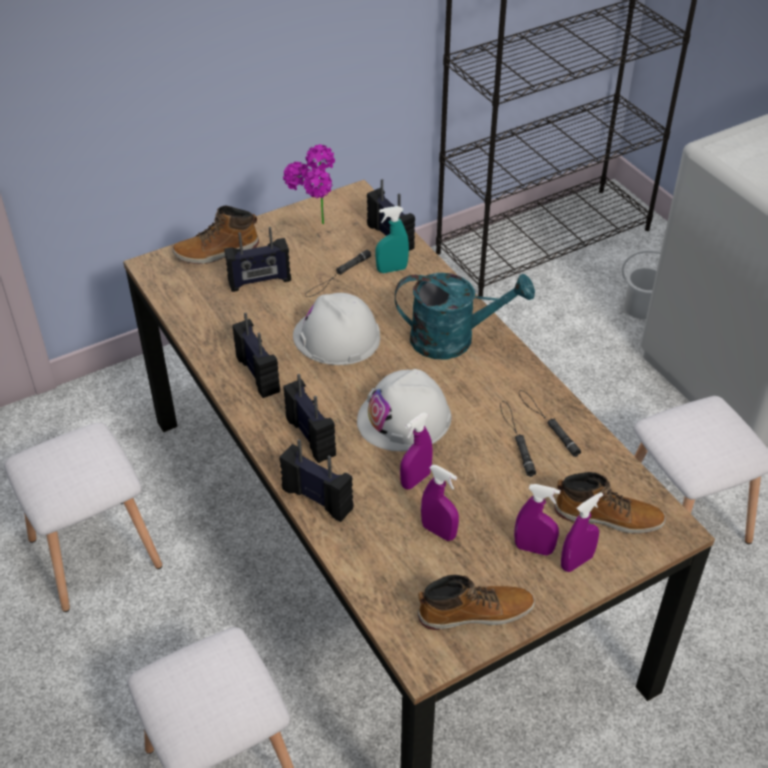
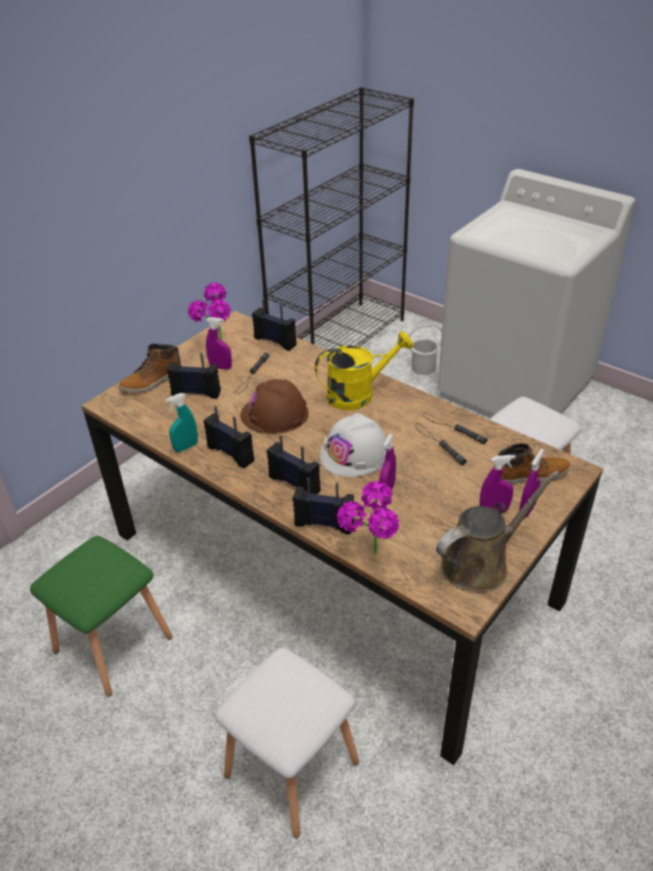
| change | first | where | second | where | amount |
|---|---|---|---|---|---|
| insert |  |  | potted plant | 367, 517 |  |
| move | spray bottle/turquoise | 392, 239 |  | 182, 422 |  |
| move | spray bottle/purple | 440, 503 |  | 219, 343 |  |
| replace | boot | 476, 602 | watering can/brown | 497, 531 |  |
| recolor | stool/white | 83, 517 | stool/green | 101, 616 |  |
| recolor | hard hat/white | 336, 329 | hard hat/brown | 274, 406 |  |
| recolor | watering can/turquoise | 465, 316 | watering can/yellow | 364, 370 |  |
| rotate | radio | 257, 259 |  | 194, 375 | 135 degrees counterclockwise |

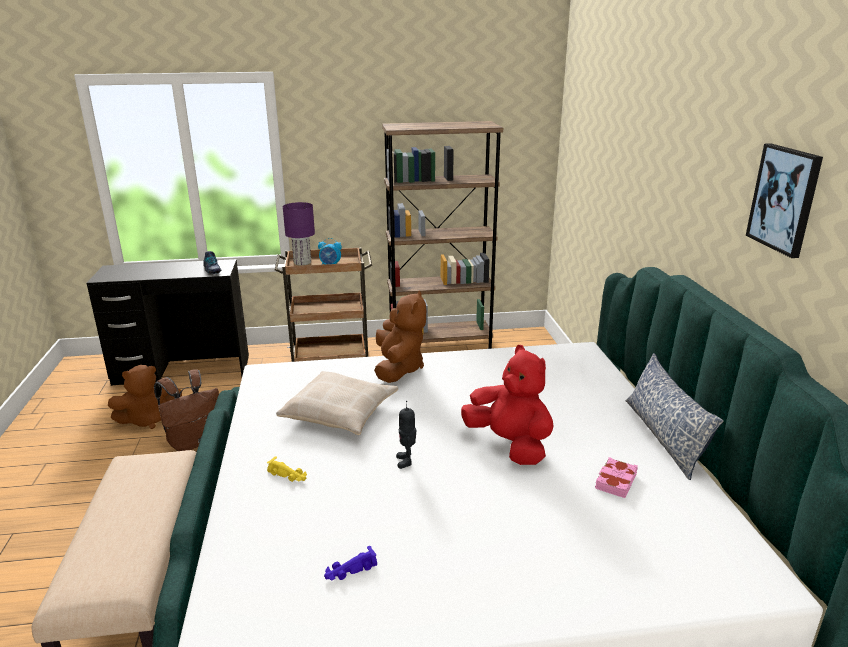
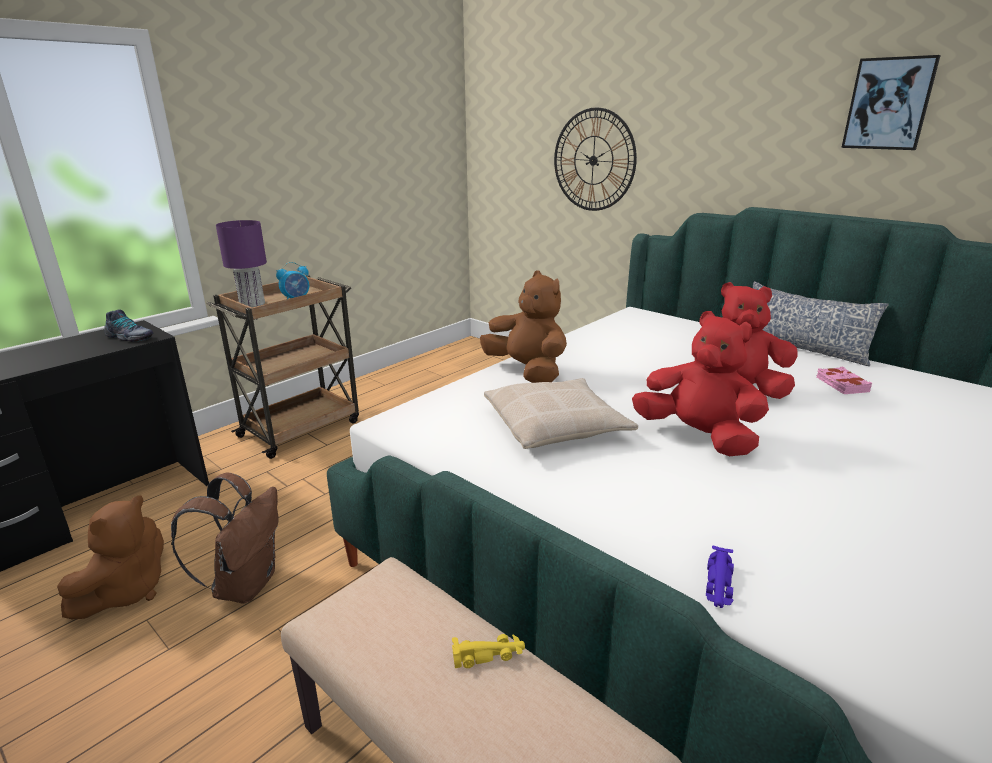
| change | first | where | second | where | amount |
|---|---|---|---|---|---|
| delete | bookcase/brown | 442, 235 |  |  |  |
| insert |  |  | wall clock | 595, 159 |  |
| move | toy car/yellow | 287, 469 |  | 488, 651 |  |
| move | toy car/purple | 350, 563 |  | 720, 577 |  |
| replace | toy robot | 406, 435 | plush toy/red | 700, 383 |  |

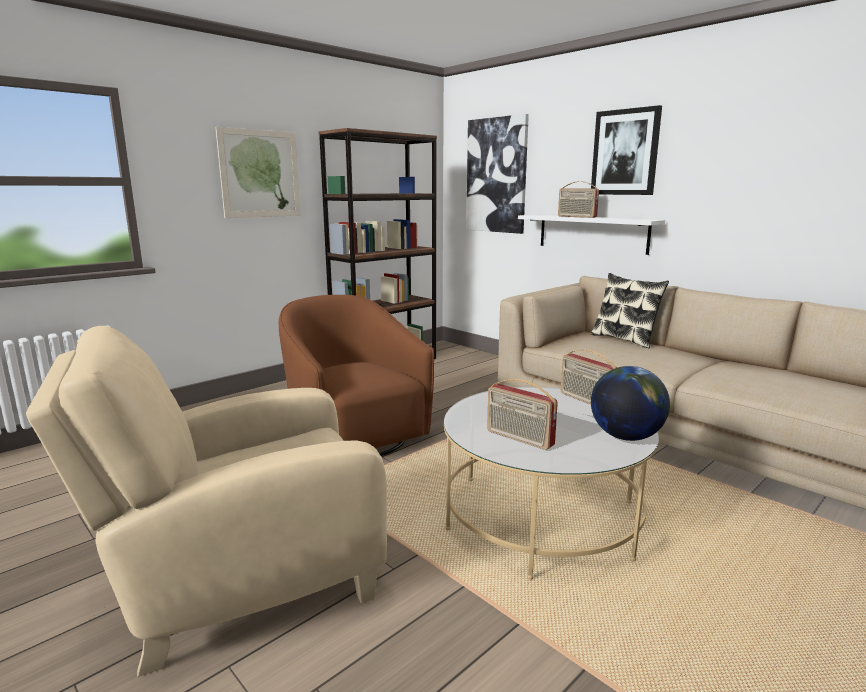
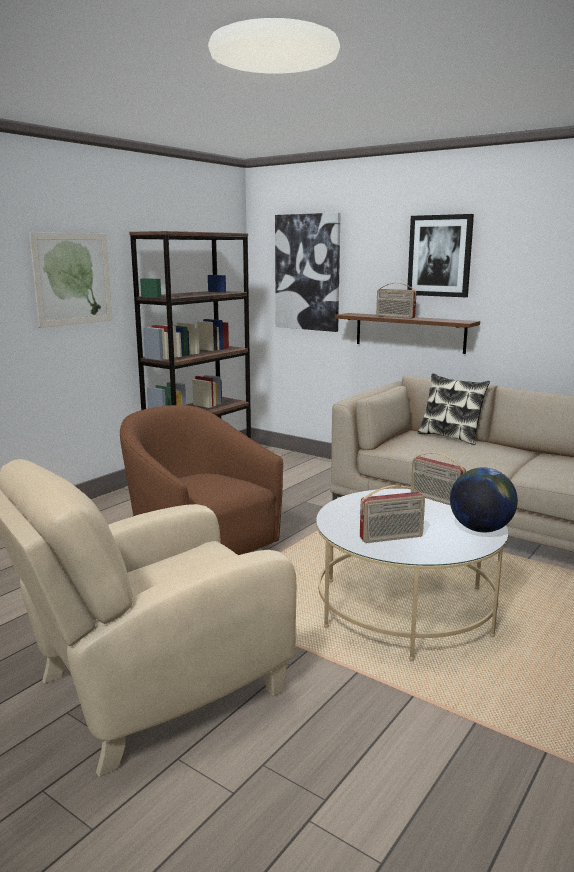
| change | first | where | second | where | amount |
|---|---|---|---|---|---|
| recolor | shelf/white | 591, 235 | shelf/brown | 407, 333 |  |
| rotate | radio | 522, 414 |  | 392, 514 | 45 degrees counterclockwise |

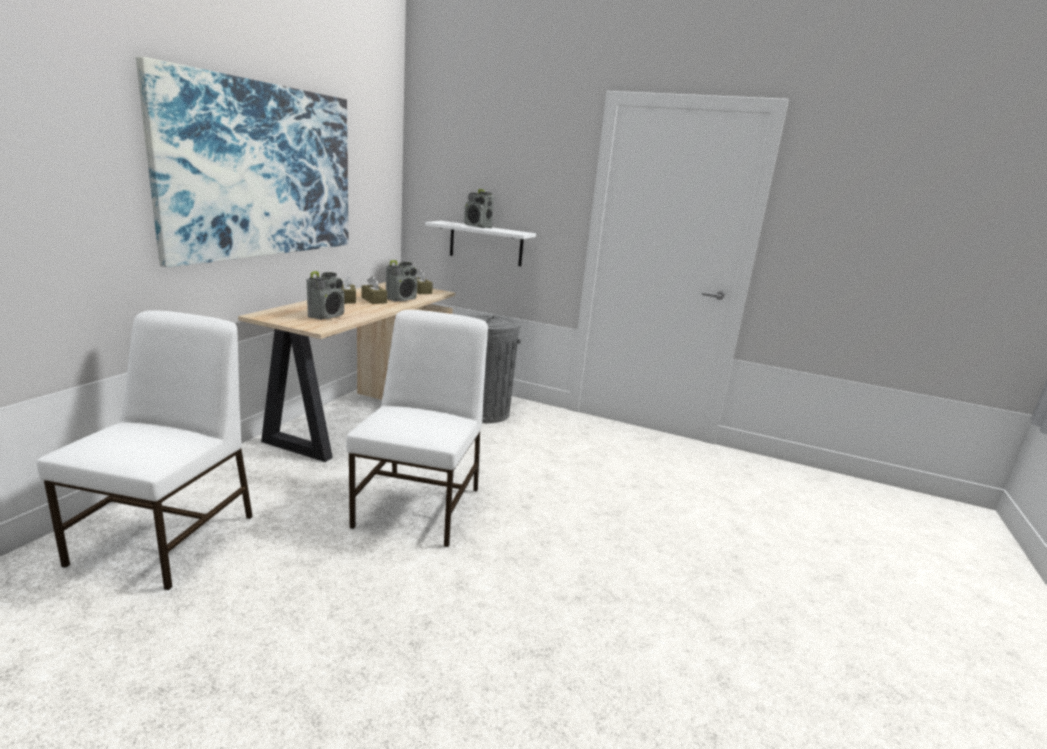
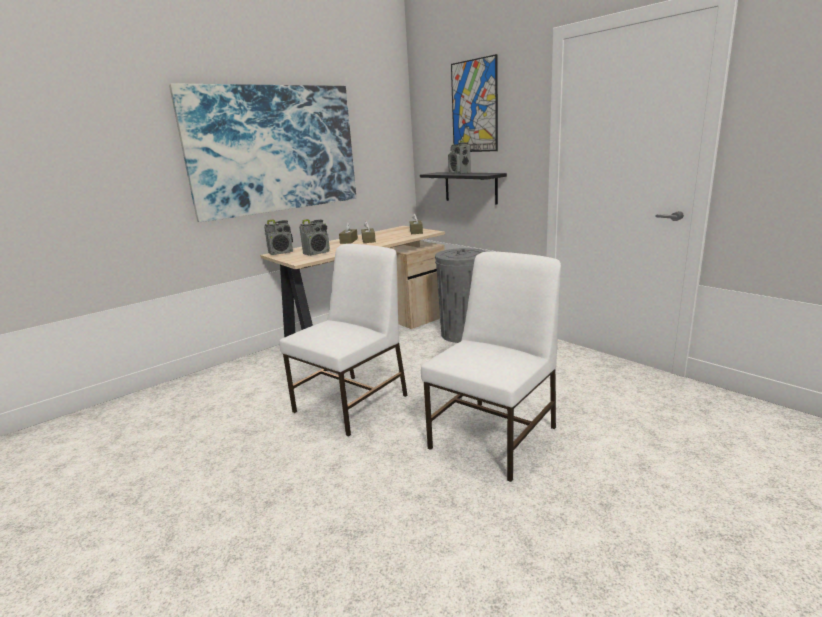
| change | first | where | second | where | amount |
|---|---|---|---|---|---|
| insert |  |  | picture | 474, 103 |  |
| move | chair/white | 145, 450 |  | 491, 367 |  |
| move | radio | 401, 281 |  | 278, 237 |  |
| recolor | shelf/white | 480, 243 | shelf/black | 463, 188 |  |

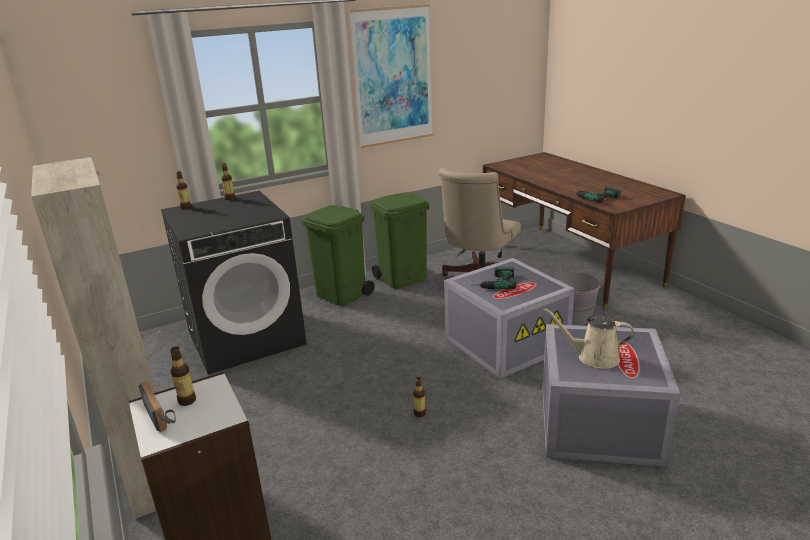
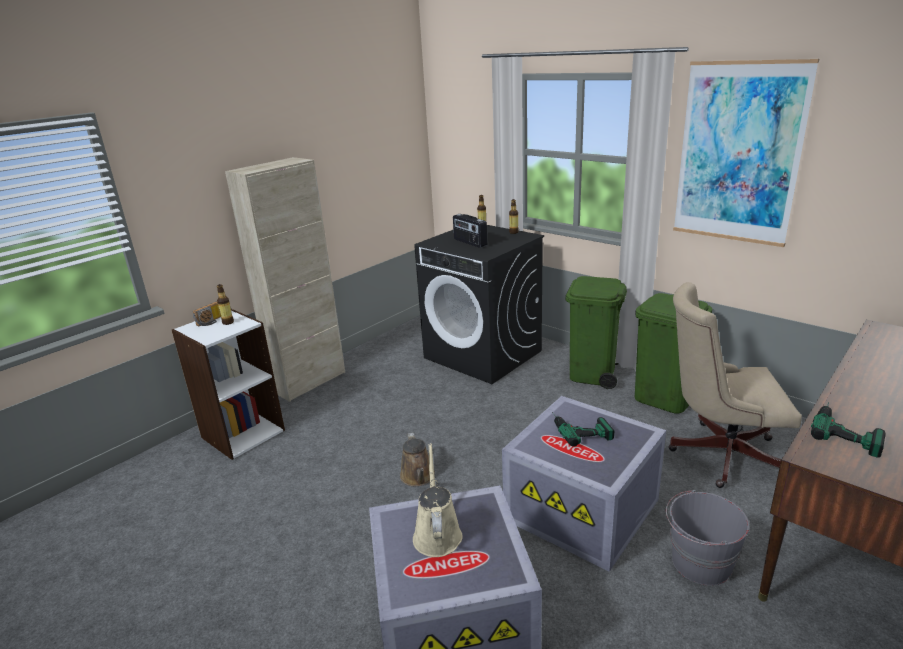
| change | first | where | second | where | amount |
|---|---|---|---|---|---|
| insert |  |  | radio | 470, 231 |  |
| replace | bottle | 419, 397 | watering can/brown | 417, 459 |  |

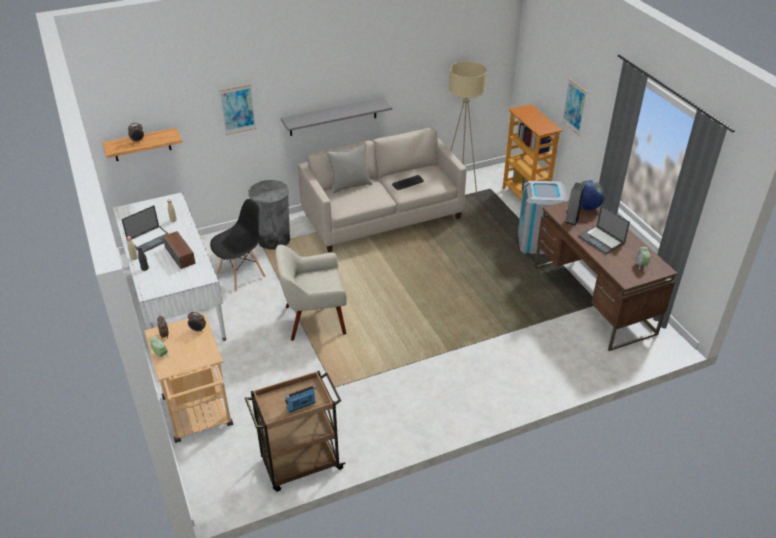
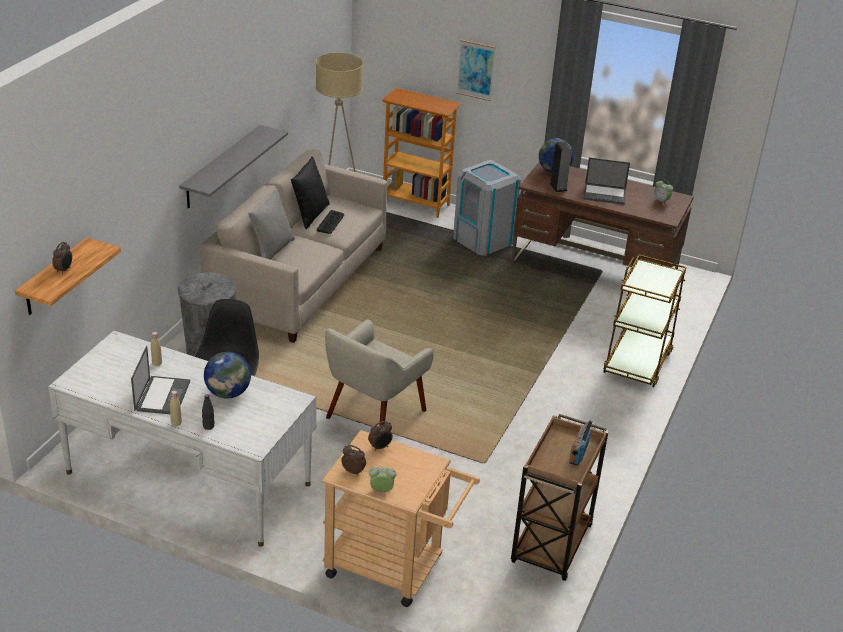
| change | first | where | second | where | amount |
|---|---|---|---|---|---|
| delete | picture | 238, 109 |  |  |  |
| insert |  |  | pillow/black | 310, 192 |  |
| insert |  |  | cart/brown | 644, 320 |  |
| replace | speaker | 179, 250 | globe | 227, 375 |  |

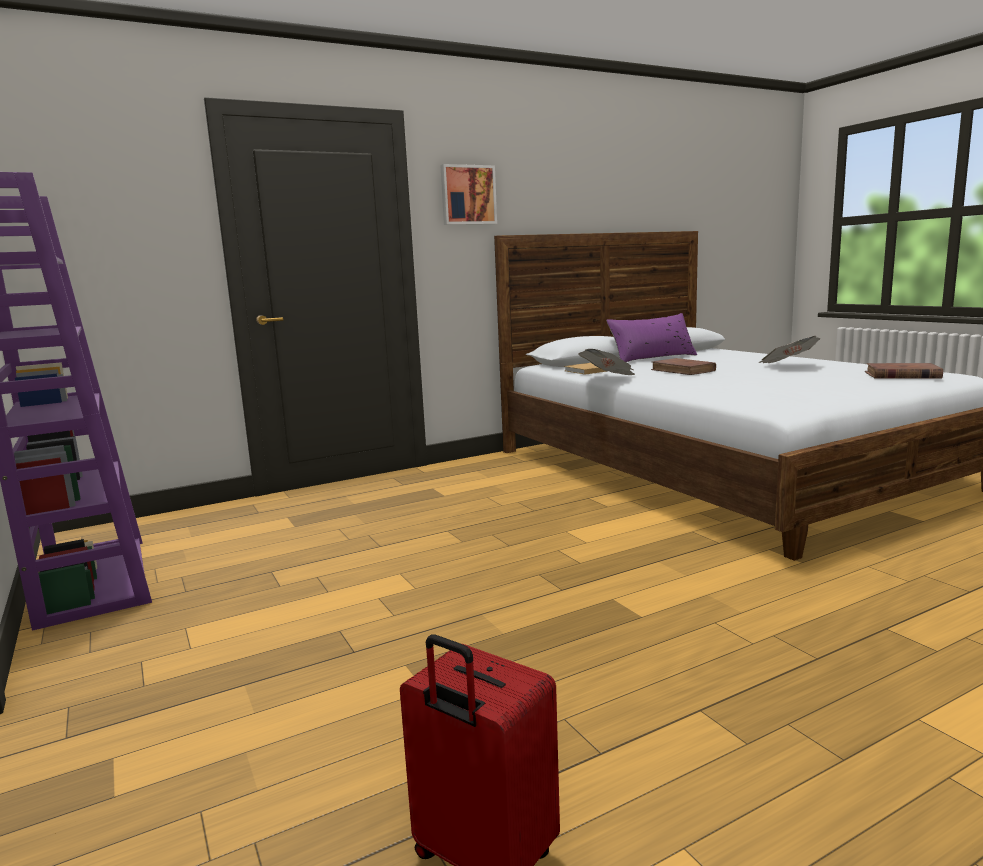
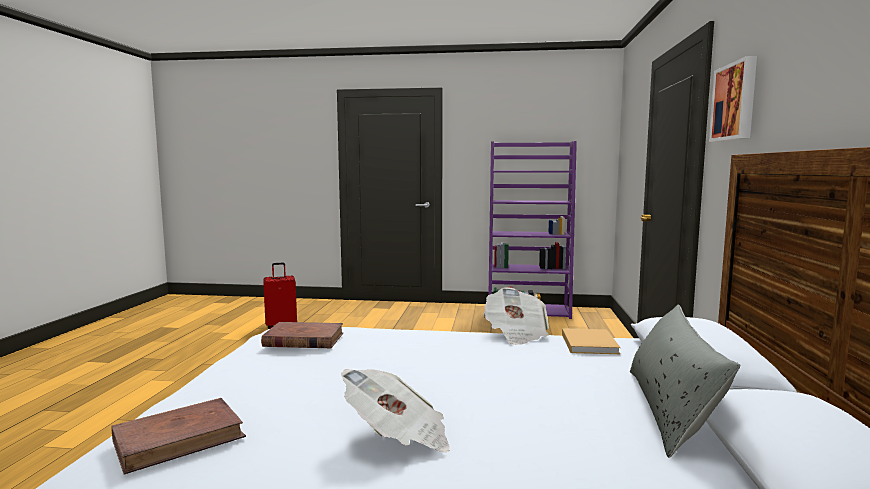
| change | first | where | second | where | amount |
|---|---|---|---|---|---|
| move | book/brown | 683, 366 |  | 302, 335 |  |
| recolor | pillow/purple | 651, 337 | pillow/grey | 685, 381 |  |

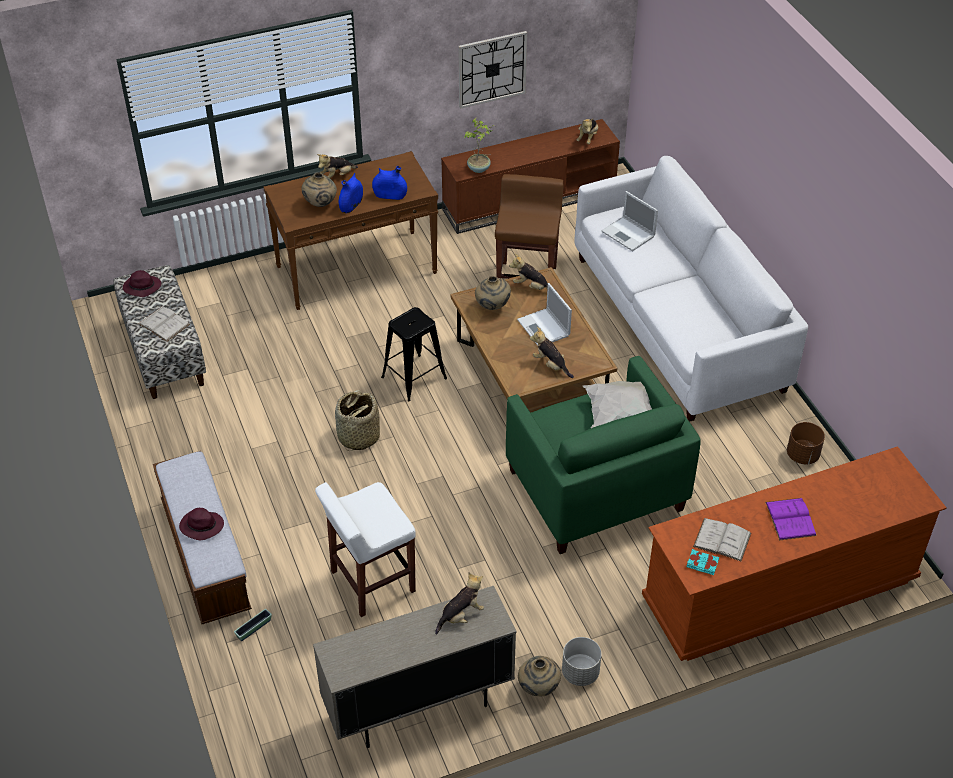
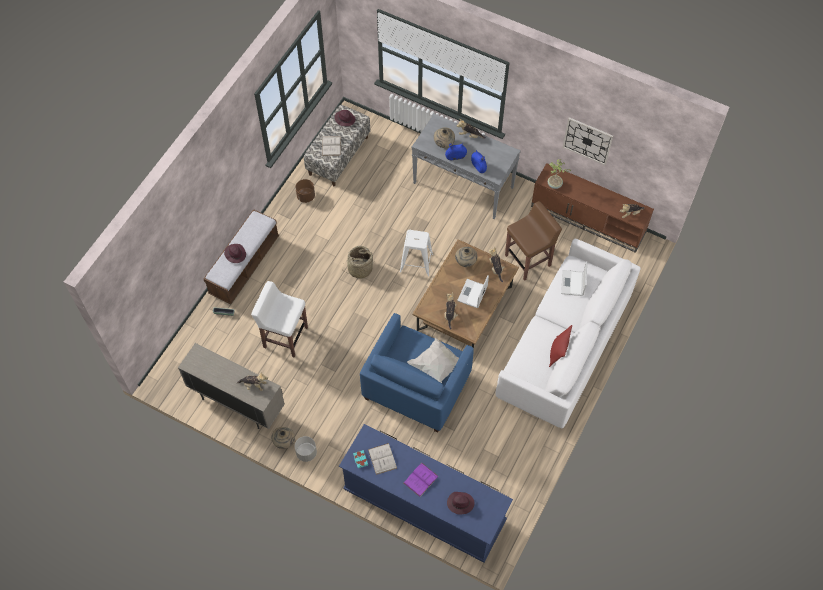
| change | first | where | second | where | amount |
|---|---|---|---|---|---|
| insert |  |  | hat/purple | 461, 503 |  |
| insert |  |  | pillow/red | 560, 346 |  |
| move | planter/brown | 806, 443 |  | 305, 191 |  |
| recolor | console table/brown | 350, 230 | console table/grey | 466, 166 |  |
| recolor | stool/black | 414, 354 | stool/white | 416, 253 |  |
| recolor | armchair/green | 603, 455 | armchair/blue | 417, 373 |  |
| recolor | dresser/brown | 794, 554 | dresser/blue | 426, 493 |  |

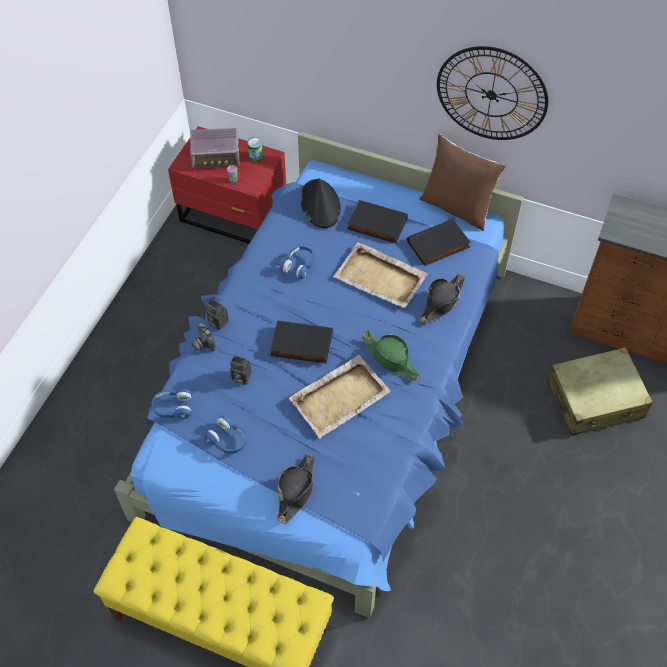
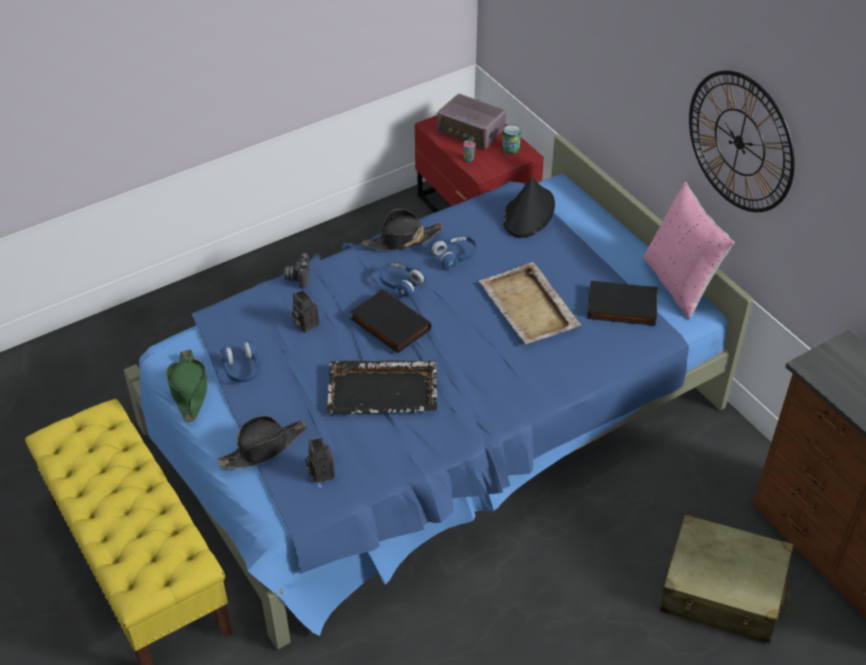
| change | first | where | second | where | amount |
|---|---|---|---|---|---|
| delete | book/black | 377, 221 |  |  |  |
| move | headphones/blue | 172, 404 |  | 402, 279 |  |
| move | photo camera | 217, 314 |  | 320, 460 |  |
| move | hat/green | 391, 356 |  | 187, 386 |  |
| move | hat/black | 442, 299 |  | 402, 230 |  |
| recolor | tray/beige | 340, 396 | tray/black | 382, 387 |  |
| recolor | pillow/brown | 463, 182 | pillow/pink | 689, 250 |  |

